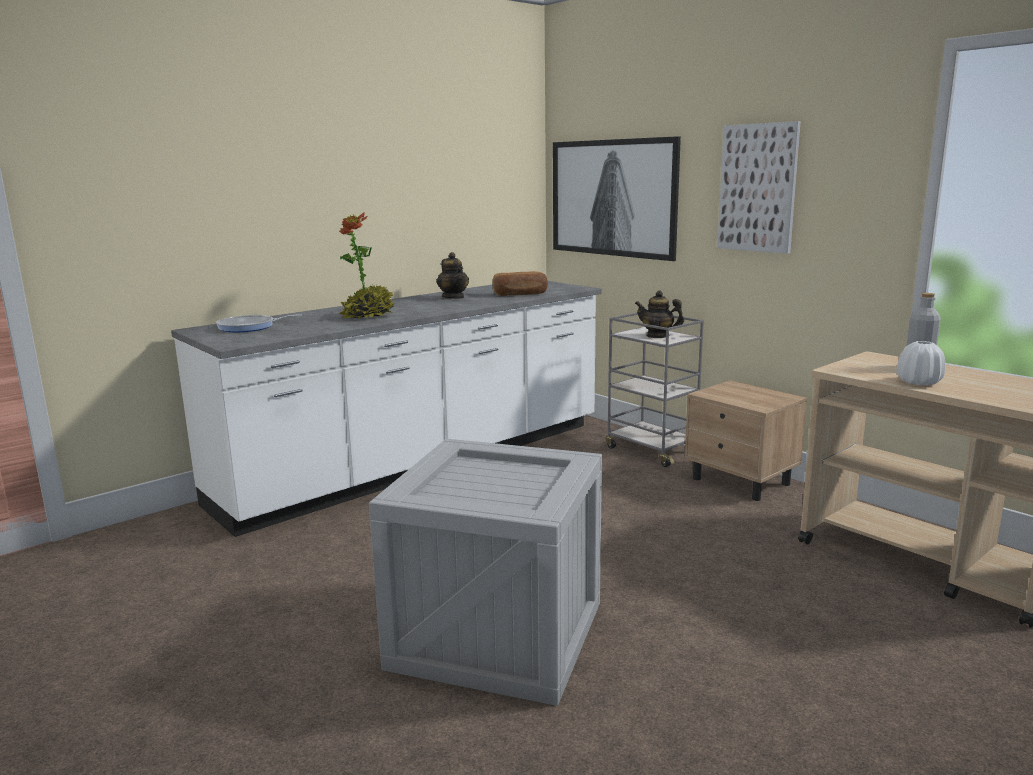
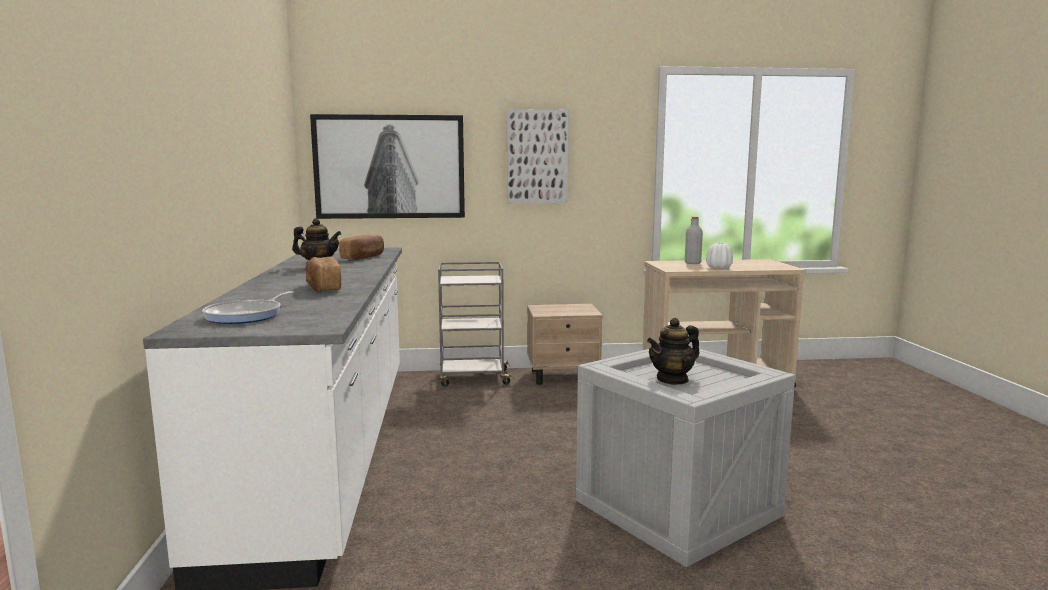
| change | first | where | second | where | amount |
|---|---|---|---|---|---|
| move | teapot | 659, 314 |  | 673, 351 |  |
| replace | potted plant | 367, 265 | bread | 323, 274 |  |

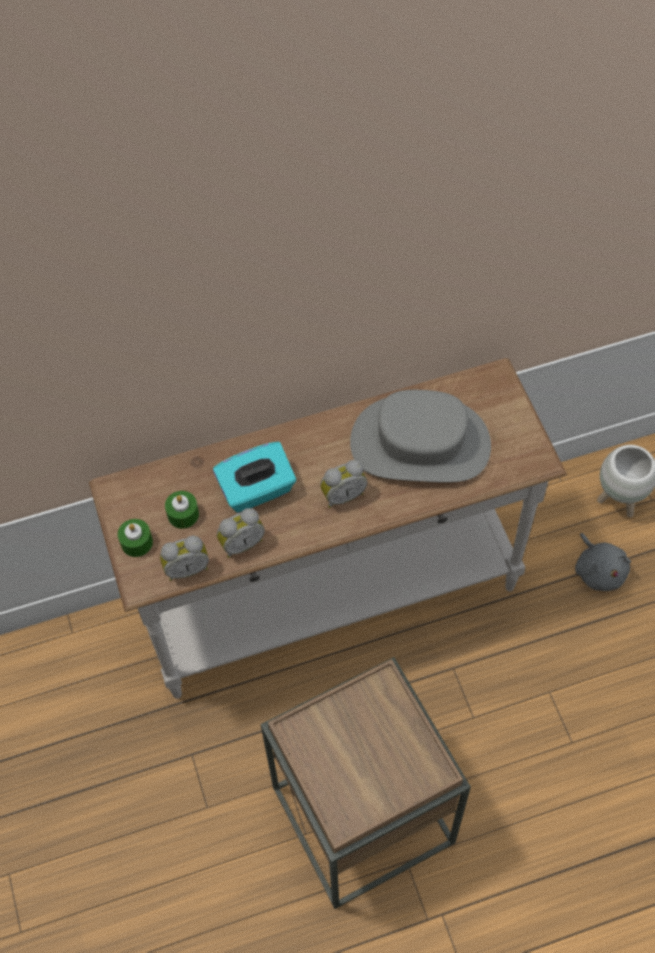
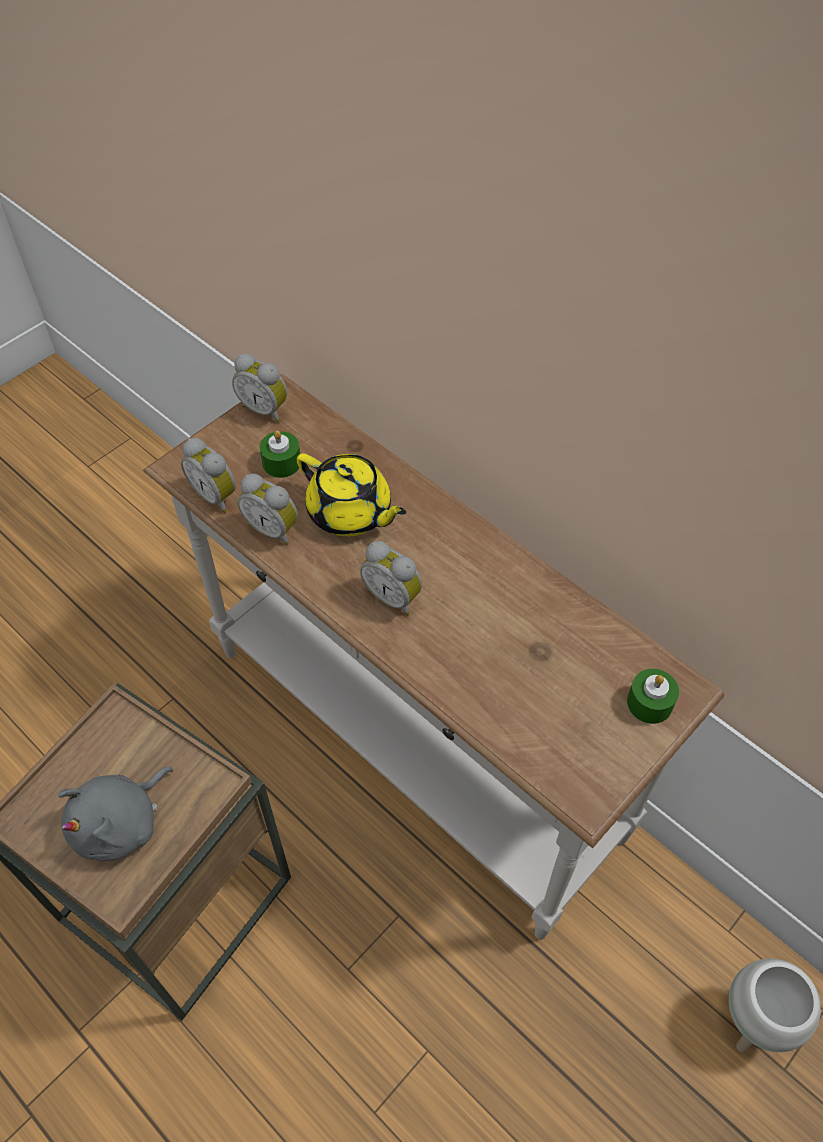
| change | first | where | second | where | amount |
|---|---|---|---|---|---|
| delete | hat/grey | 420, 436 |  |  |  |
| insert |  |  | alarm clock | 259, 388 |  |
| move | candle/green | 135, 538 |  | 653, 696 |  |
| move | plush toy/grey | 603, 562 |  | 115, 814 |  |
| replace | tissue box/turquoise | 254, 477 | teapot/yellow | 351, 494 |  |

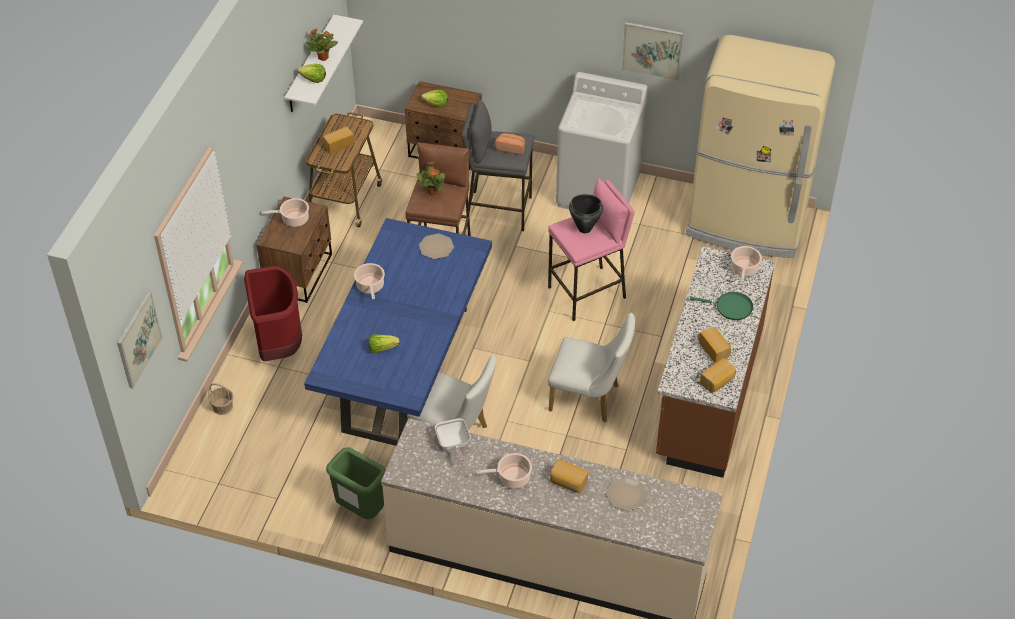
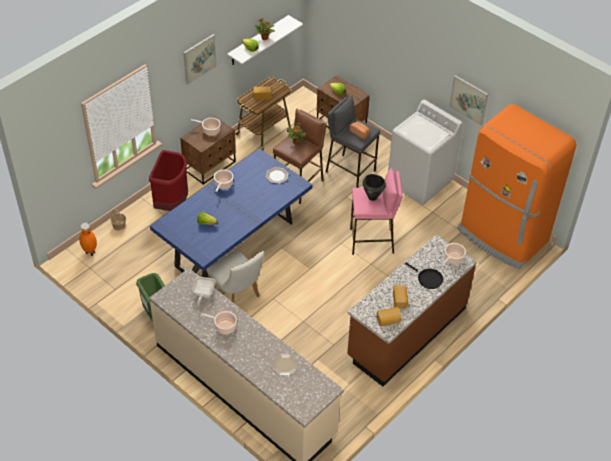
| change | first | where | second | where | amount |
|---|---|---|---|---|---|
| delete | chair/white | 591, 367 |  |  |  |
| delete | bread | 569, 476 |  |  |  |
| insert |  |  | vase/orange | 88, 239 |  |
| move | picture | 140, 340 |  | 199, 59 |  |
| recolor | fridge/beige | 760, 146 | fridge/orange | 516, 186 |  |
| recolor | frying pan/green | 721, 306 | frying pan/black | 424, 275 |  |

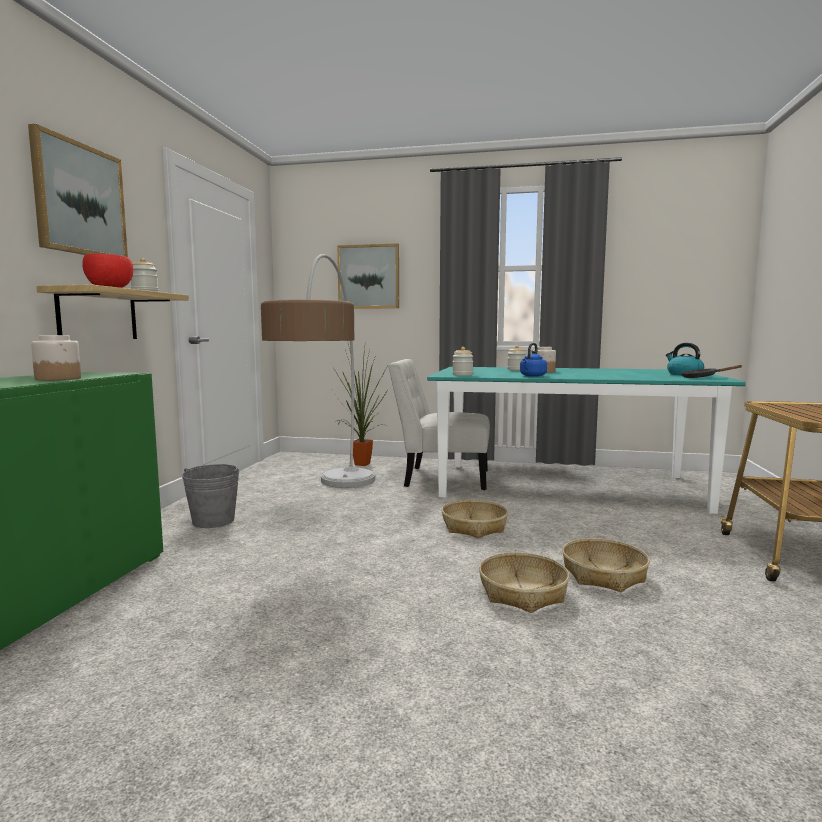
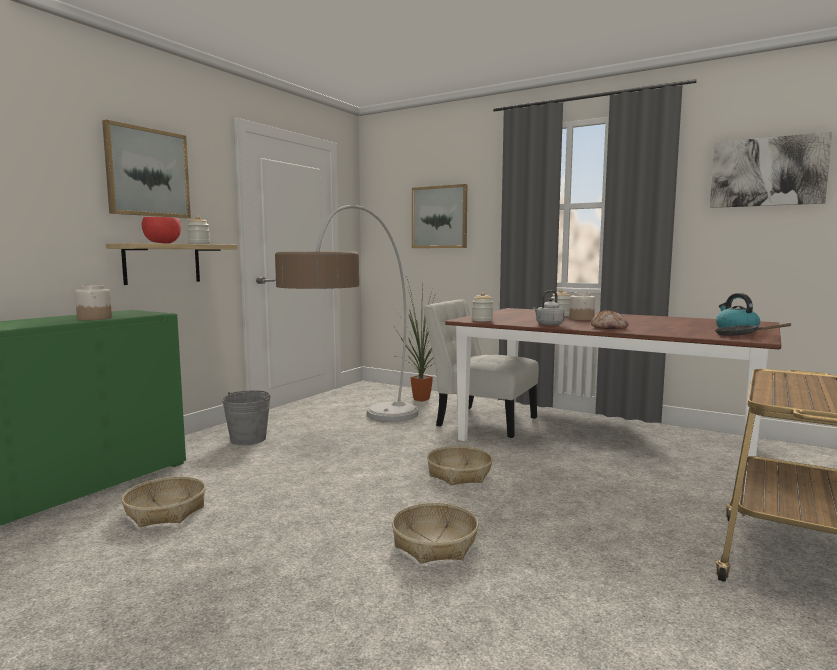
| change | first | where | second | where | amount |
|---|---|---|---|---|---|
| insert |  |  | bread | 609, 320 |  |
| insert |  |  | picture | 771, 170 |  |
| move | basket | 606, 565 |  | 164, 501 |  |
| recolor | dining table/turquoise | 586, 440 | dining table/brown | 613, 401 |  |
| recolor | kettle/blue | 533, 360 | kettle/grey | 549, 308 |  |

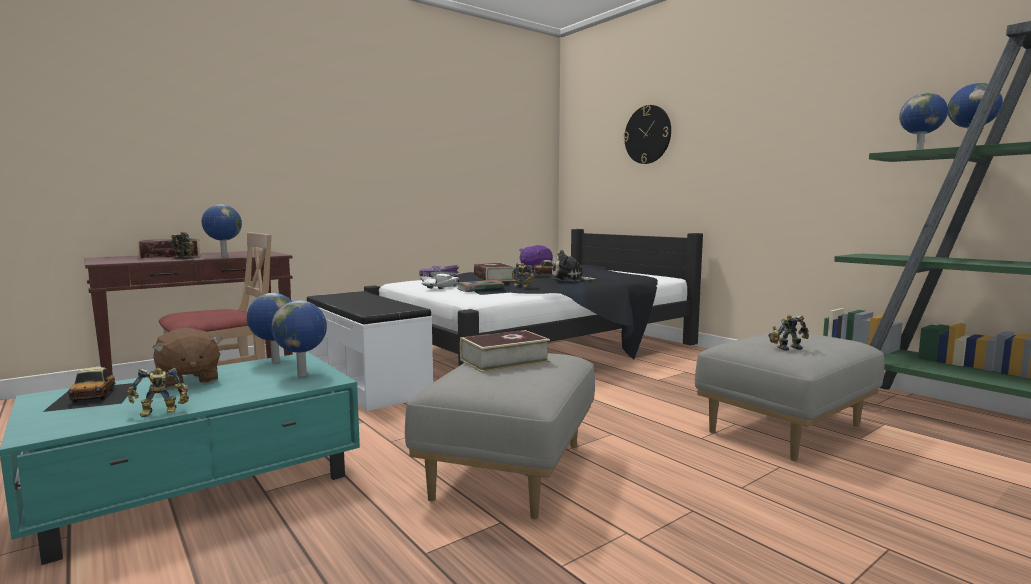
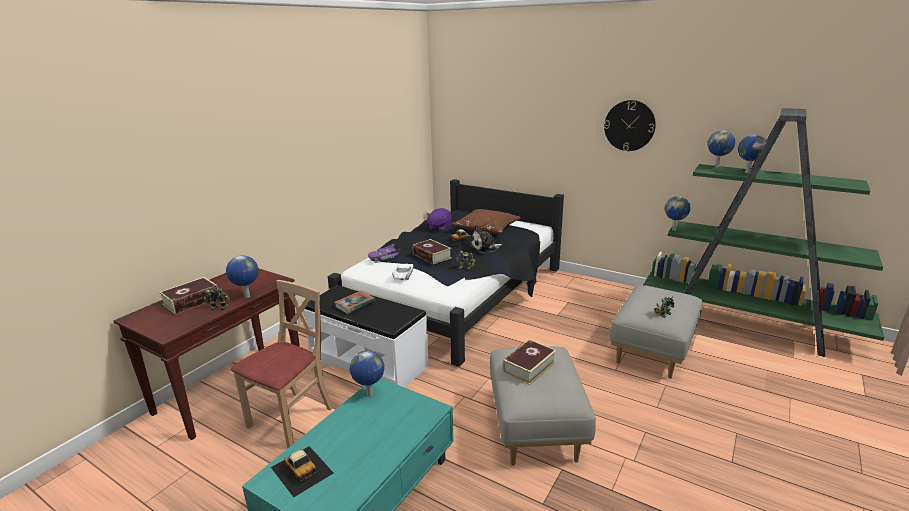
| change | first | where | second | where | amount |
|---|---|---|---|---|---|
| delete | toy robot | 158, 392 |  |  |  |
| delete | plush toy/brown | 188, 358 |  |  |  |
| insert |  |  | pillow/brown | 486, 221 |  |
| move | globe | 299, 338 |  | 677, 213 |  |
| move | book | 481, 286 |  | 355, 302 |  |
| move | wall clock | 647, 134 |  | 630, 125 |  |

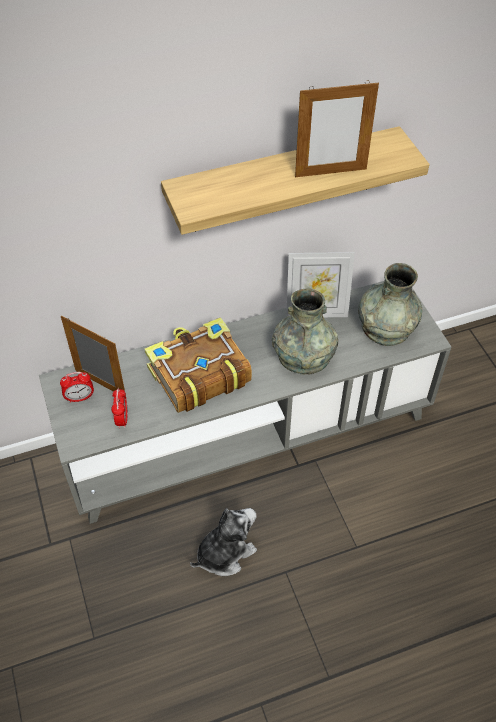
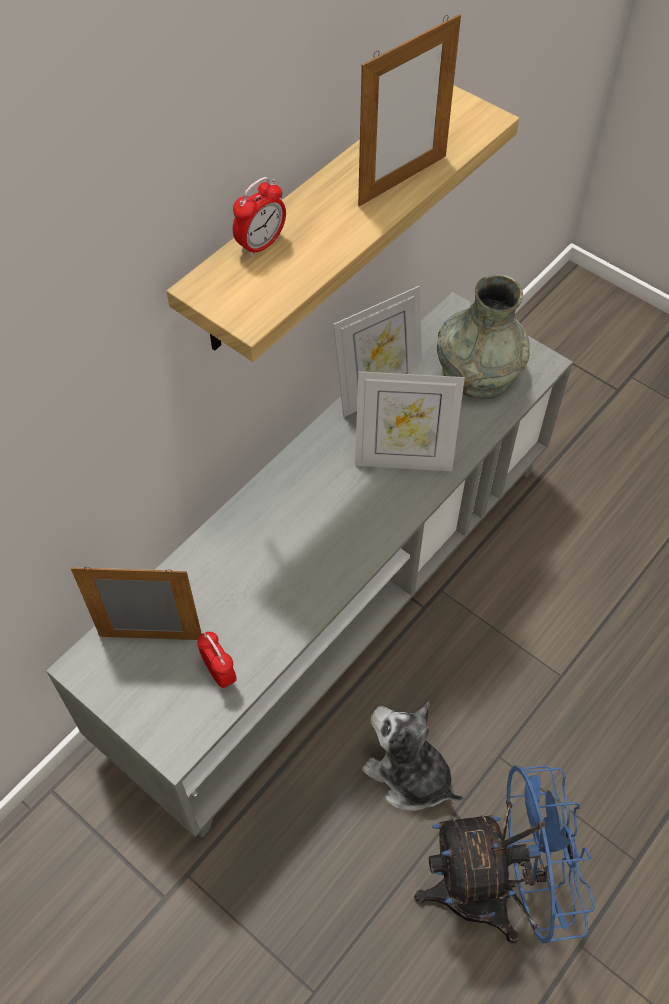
| change | first | where | second | where | amount |
|---|---|---|---|---|---|
| delete | book | 198, 365 |  |  |  |
| insert |  |  | fan/blue | 504, 854 |  |
| move | alarm clock | 77, 387 |  | 259, 217 |  |
| replace | vase/grey | 305, 331 | picture frame | 410, 421 |  |
| rotate | plush toy | 223, 542 |  | 413, 756 | 75 degrees counterclockwise |

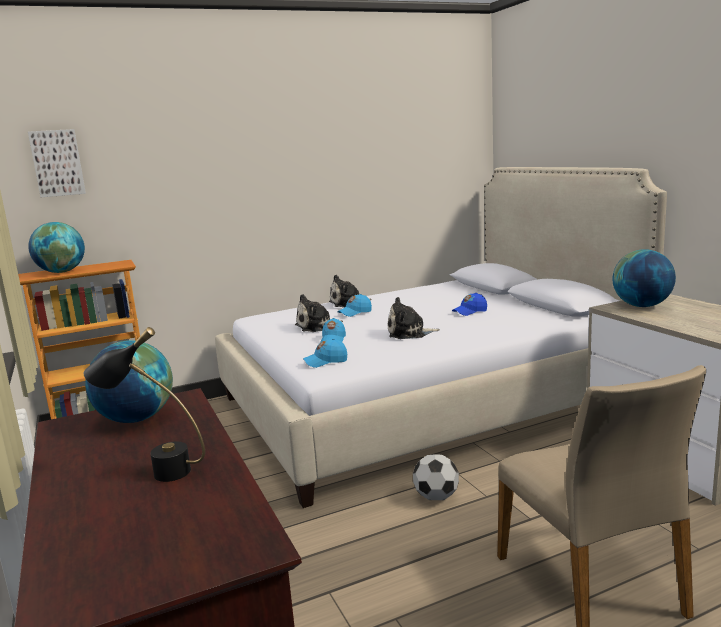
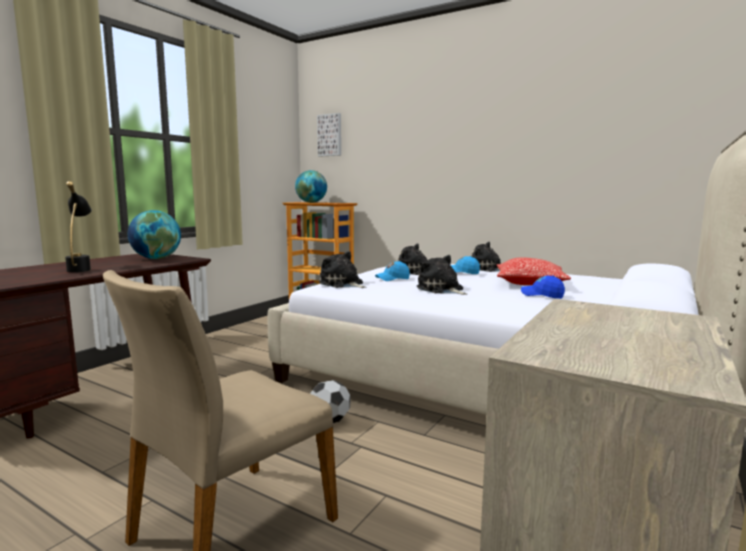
| change | first | where | second | where | amount |
|---|---|---|---|---|---|
| delete | globe | 644, 278 |  |  |  |
| insert |  |  | pillow | 534, 271 |  |
| replace | cap/blue | 325, 353 | plush toy | 342, 269 |  |

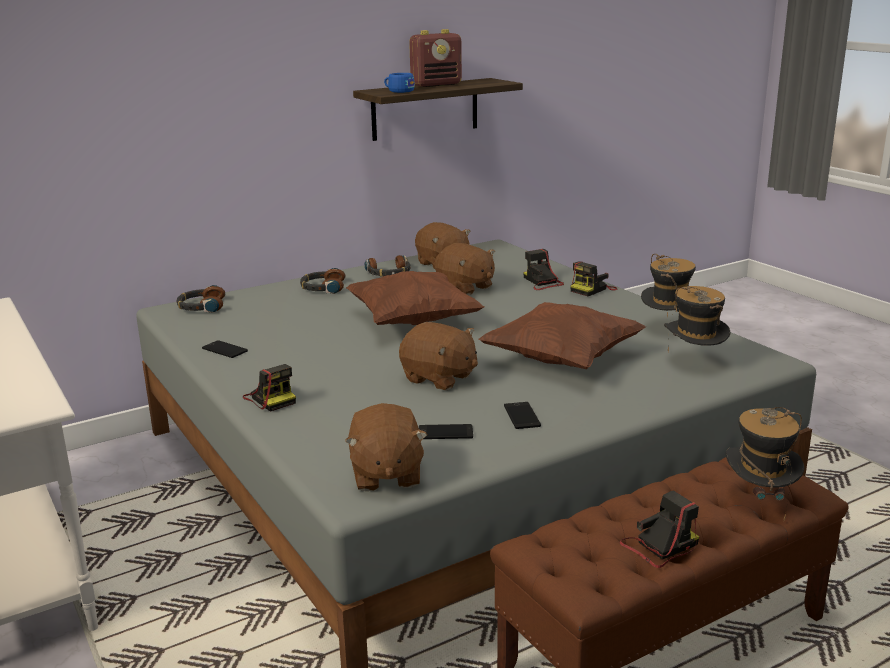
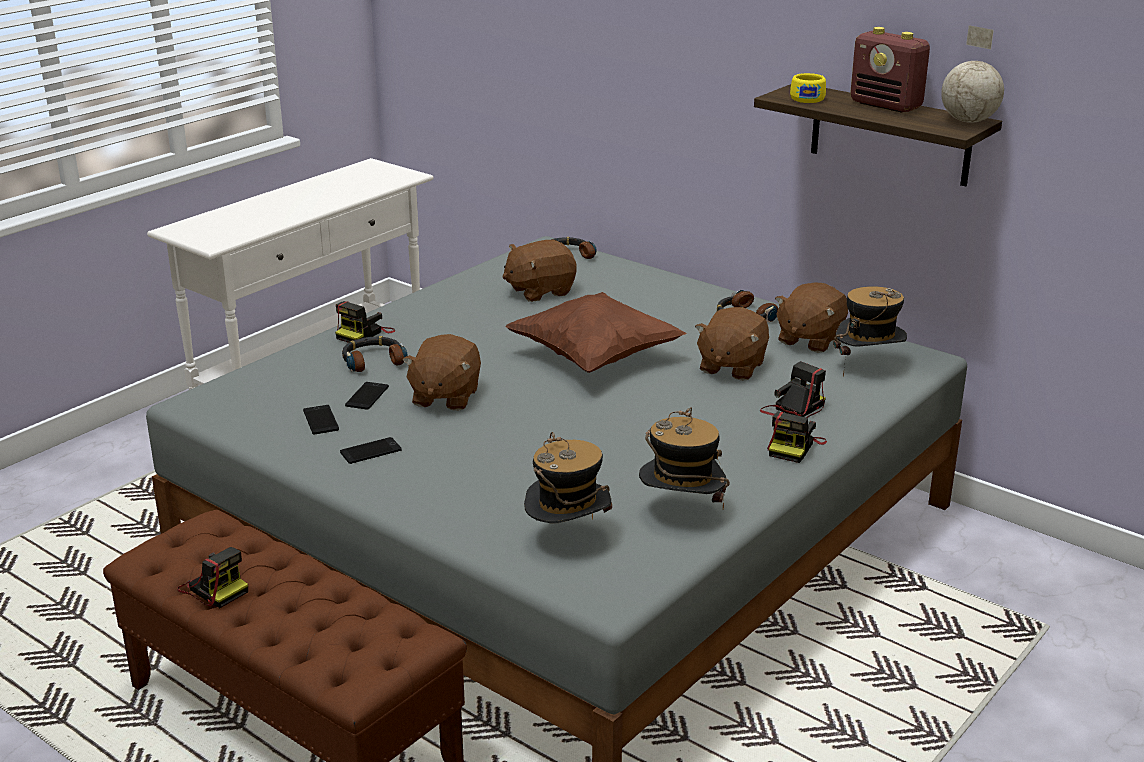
| change | first | where | second | where | amount |
|---|---|---|---|---|---|
| delete | pillow/brown | 562, 335 |  |  |  |
| insert |  |  | globe | 972, 74 |  |
| move | phone | 225, 349 |  | 367, 396 |  |
| move | headphones | 322, 281 |  | 374, 354 |  |
| move | plush toy/brown | 386, 447 |  | 539, 271 |  |
| move | hat | 764, 464 |  | 870, 331 |  |
| recolor | cup/blue | 399, 83 | cup/yellow | 808, 88 |  |
| rotate | photo camera | 593, 279 |  | 797, 437 | 90 degrees counterclockwise |

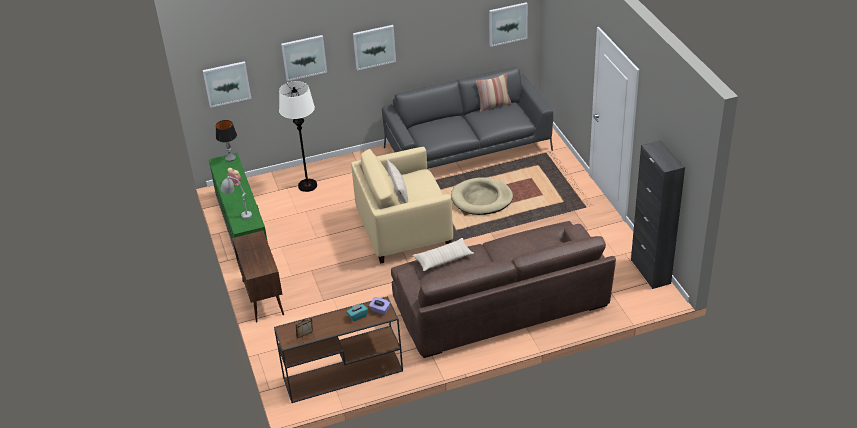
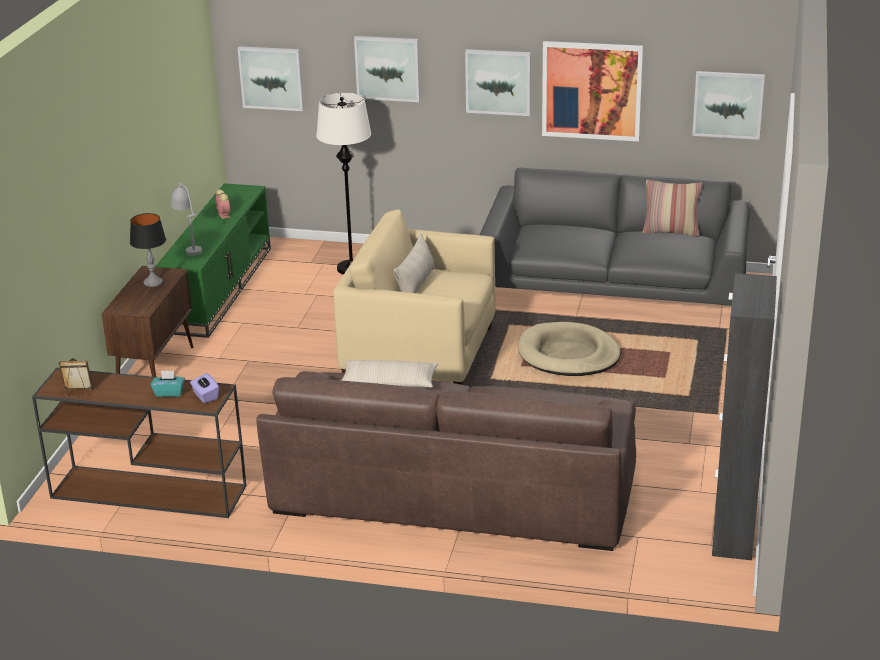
| change | first | where | second | where | amount |
|---|---|---|---|---|---|
| insert |  |  | picture | 592, 91 |  |
| move | table lamp | 226, 140 |  | 148, 250 |  |

